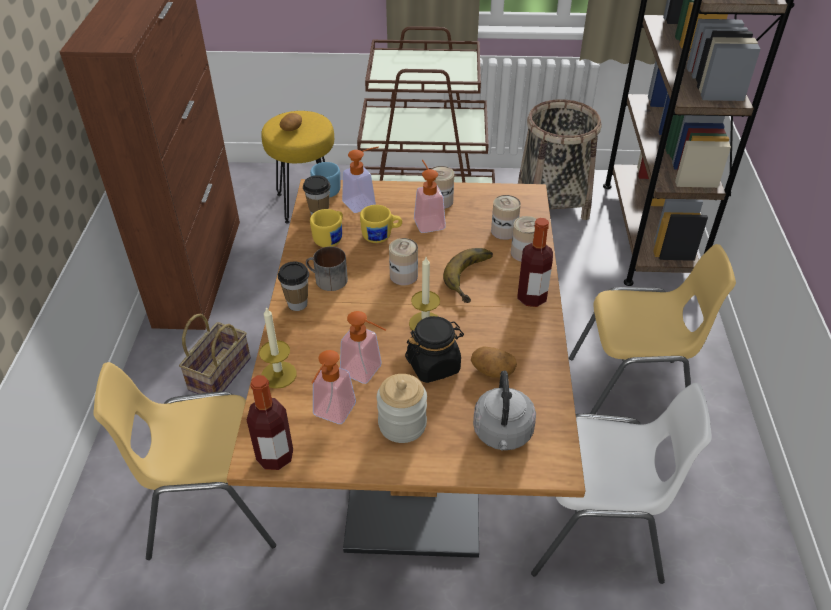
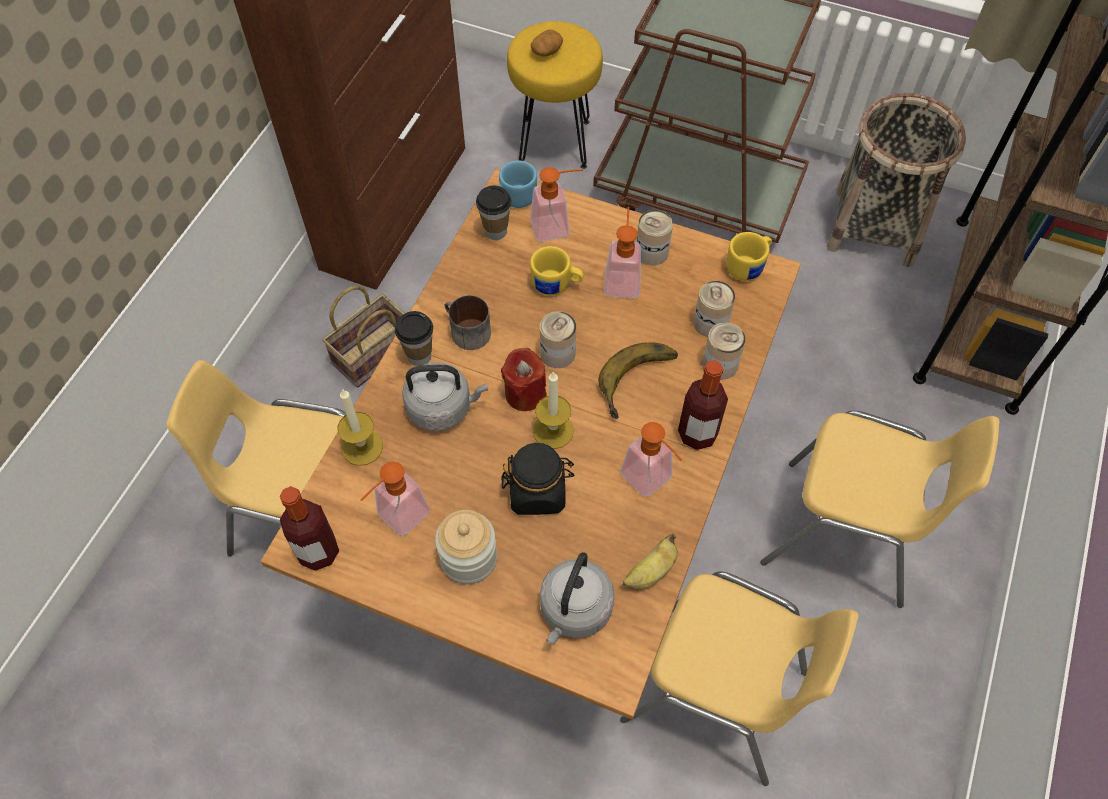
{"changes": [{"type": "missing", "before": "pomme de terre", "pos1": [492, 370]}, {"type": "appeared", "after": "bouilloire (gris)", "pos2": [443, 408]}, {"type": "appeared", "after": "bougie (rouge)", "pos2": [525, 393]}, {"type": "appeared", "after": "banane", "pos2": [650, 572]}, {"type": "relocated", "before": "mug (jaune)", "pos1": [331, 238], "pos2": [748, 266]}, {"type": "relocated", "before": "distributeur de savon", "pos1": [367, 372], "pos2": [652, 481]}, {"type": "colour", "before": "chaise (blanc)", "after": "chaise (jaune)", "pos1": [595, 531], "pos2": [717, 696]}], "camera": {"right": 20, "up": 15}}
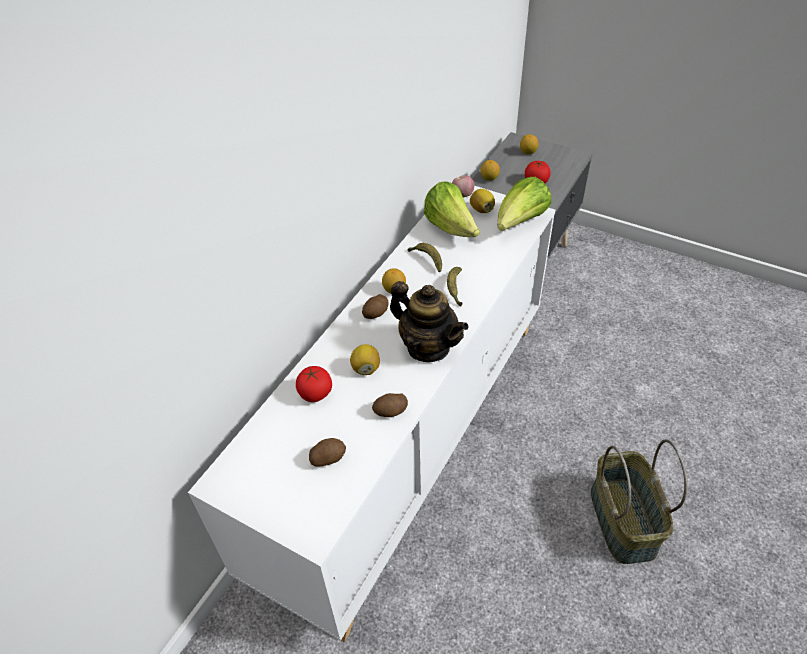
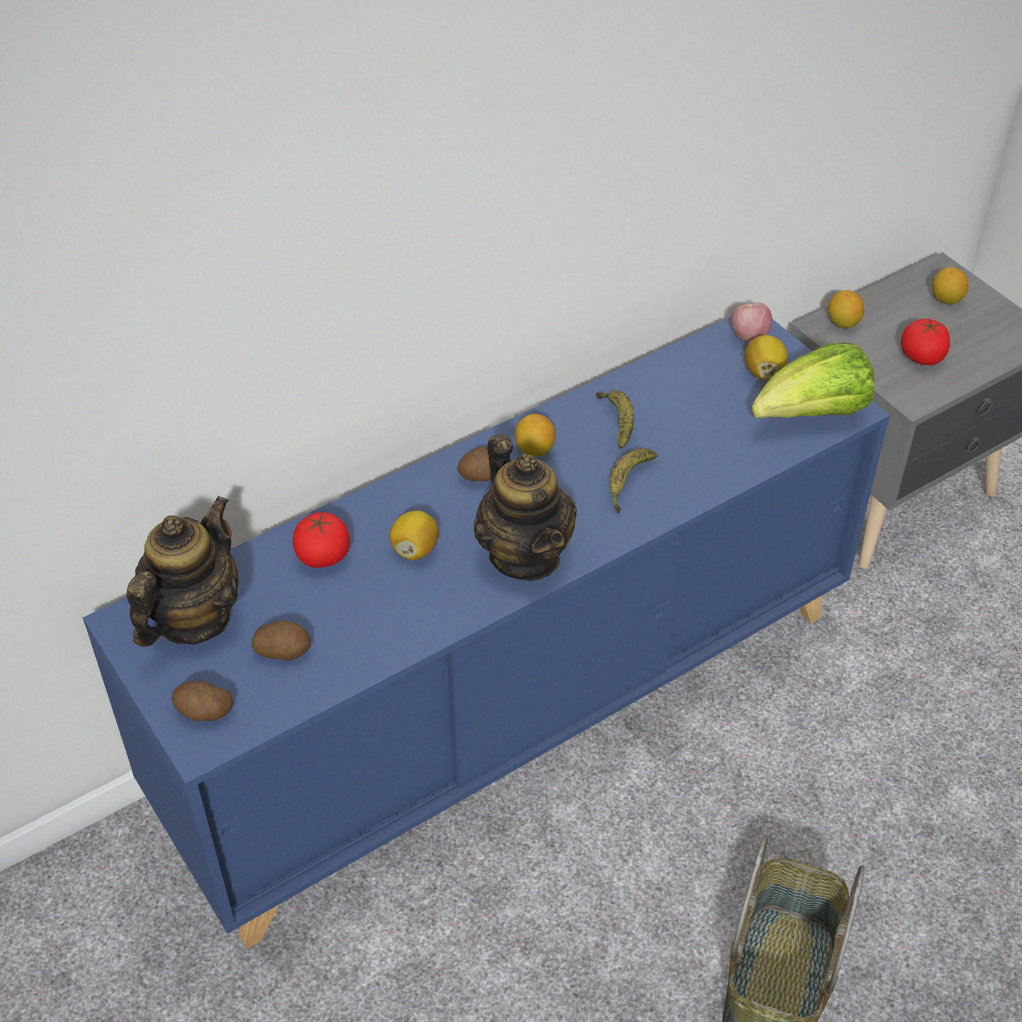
{"changes": [{"type": "missing", "before": "laitue", "pos1": [451, 228]}, {"type": "appeared", "after": "théière", "pos2": [193, 618]}, {"type": "relocated", "before": "pomme de terre", "pos1": [390, 411], "pos2": [203, 712]}, {"type": "colour", "before": "meuble de rangement (blanc)", "after": "meuble de rangement (bleu)", "pos1": [408, 440], "pos2": [512, 709]}], "camera": {"right": 25, "up": 0}}
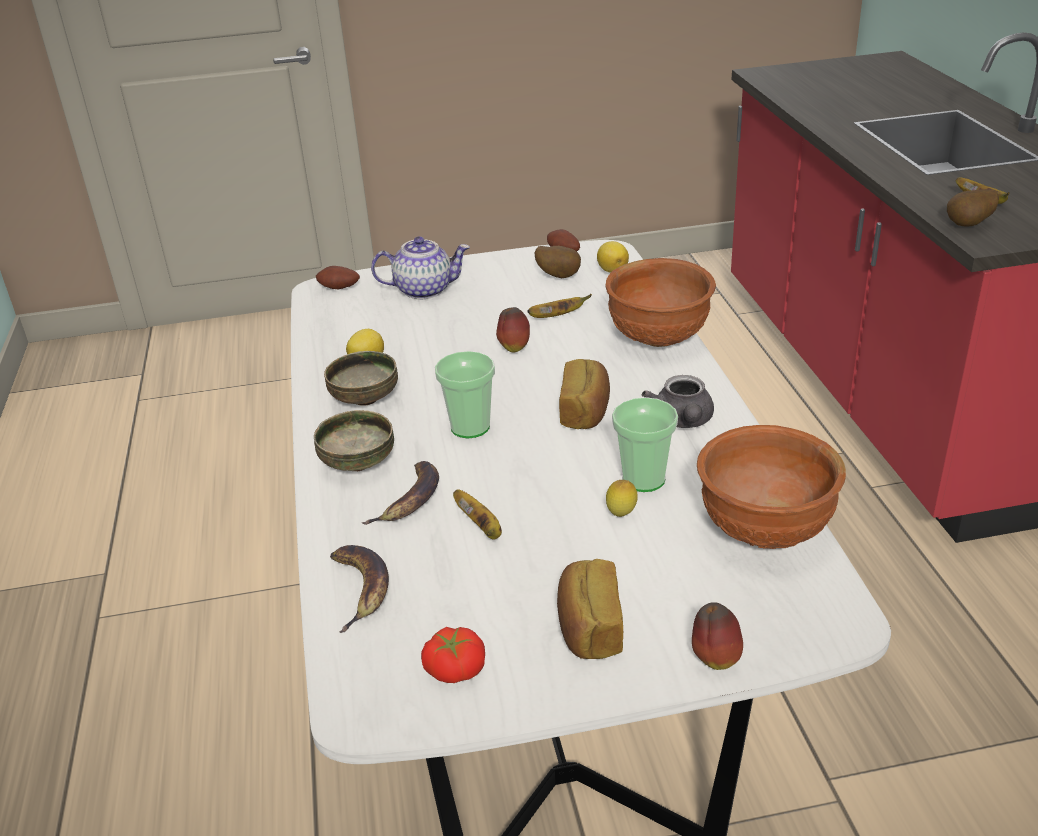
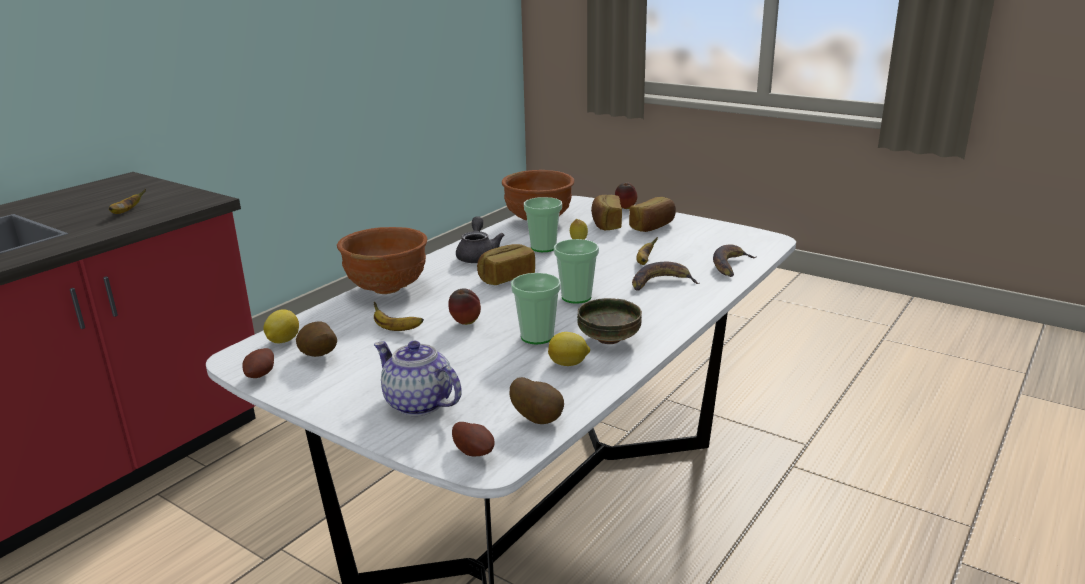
{"changes": [{"type": "missing", "before": "bol", "pos1": [357, 463]}, {"type": "missing", "before": "tomate", "pos1": [455, 668]}, {"type": "appeared", "after": "tasse", "pos2": [537, 337]}, {"type": "appeared", "after": "pain", "pos2": [605, 224]}, {"type": "relocated", "before": "pomme de terre", "pos1": [969, 225], "pos2": [538, 419]}, {"type": "spun", "before": "théière (gris)", "pos1": [682, 421], "pos2": [478, 255], "turn": -45}], "camera": {"right": -135, "up": -10}}
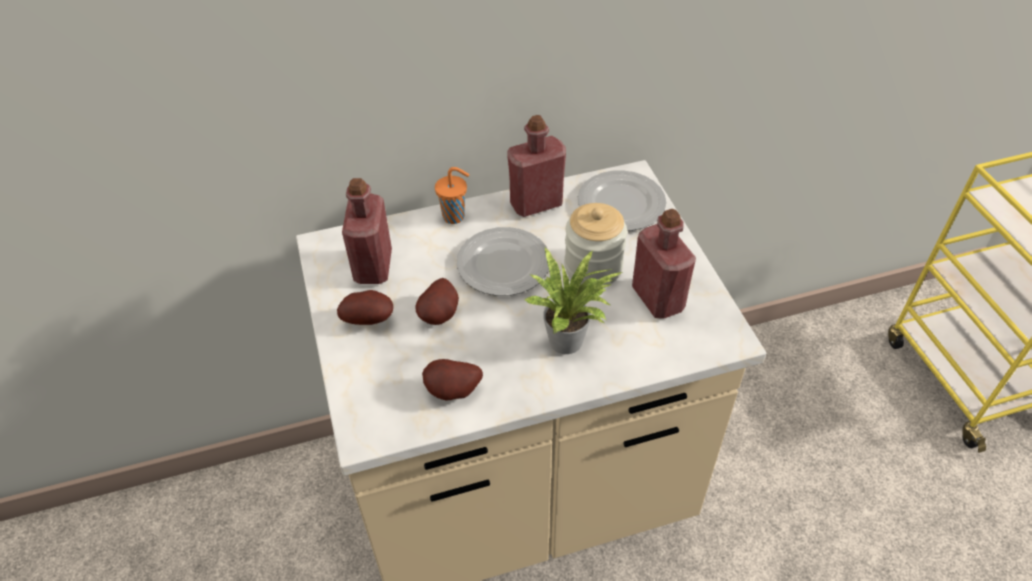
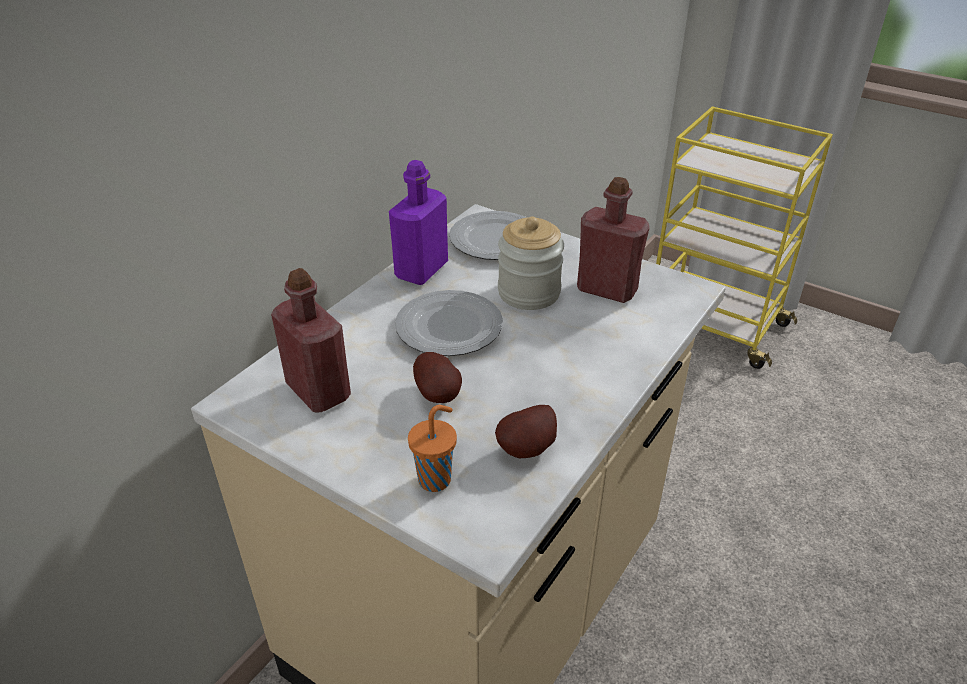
{"changes": [{"type": "missing", "before": "pomme de terre", "pos1": [369, 319]}, {"type": "missing", "before": "plante en pot", "pos1": [570, 341]}, {"type": "relocated", "before": "tasse (orange)", "pos1": [455, 216], "pos2": [436, 479]}, {"type": "colour", "before": "bouteille (rouge)", "after": "bouteille (violet)", "pos1": [536, 204], "pos2": [421, 270]}], "camera": {"right": -40, "up": -10}}
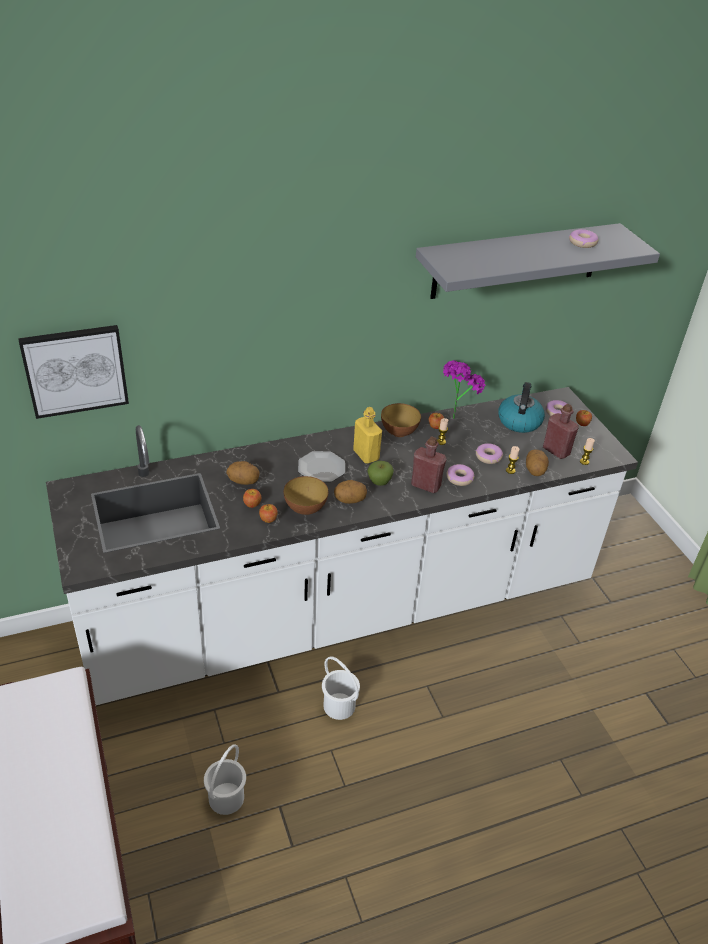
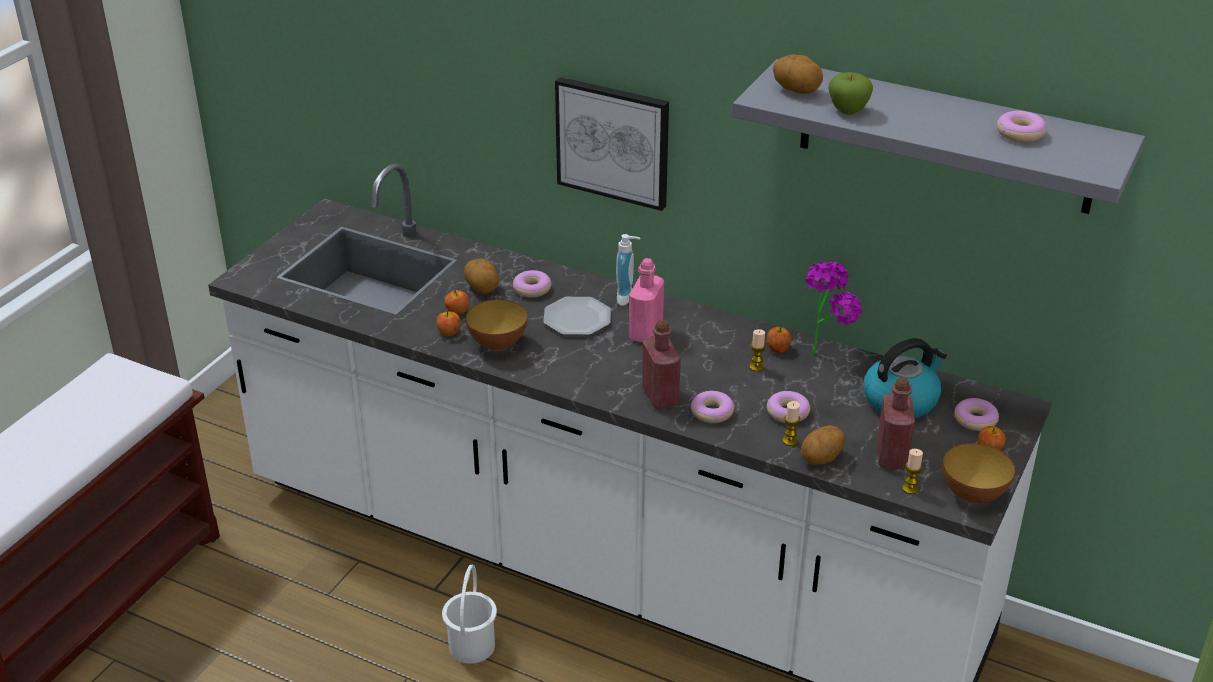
{"changes": [{"type": "missing", "before": "seau (blanc)", "pos1": [225, 798]}, {"type": "appeared", "after": "beignet", "pos2": [532, 289]}, {"type": "appeared", "after": "distributeur de savon", "pos2": [628, 298]}, {"type": "relocated", "before": "tableau", "pos1": [75, 370], "pos2": [613, 142]}, {"type": "relocated", "before": "pomme de terre", "pos1": [350, 500], "pos2": [797, 90]}, {"type": "relocated", "before": "pomme", "pos1": [379, 482], "pos2": [848, 110]}, {"type": "relocated", "before": "bol", "pos1": [399, 433], "pos2": [973, 495]}, {"type": "colour", "before": "bouteille (jaune)", "after": "bouteille (rose)", "pos1": [366, 455], "pos2": [645, 333]}], "camera": {"right": 50, "up": -5}}
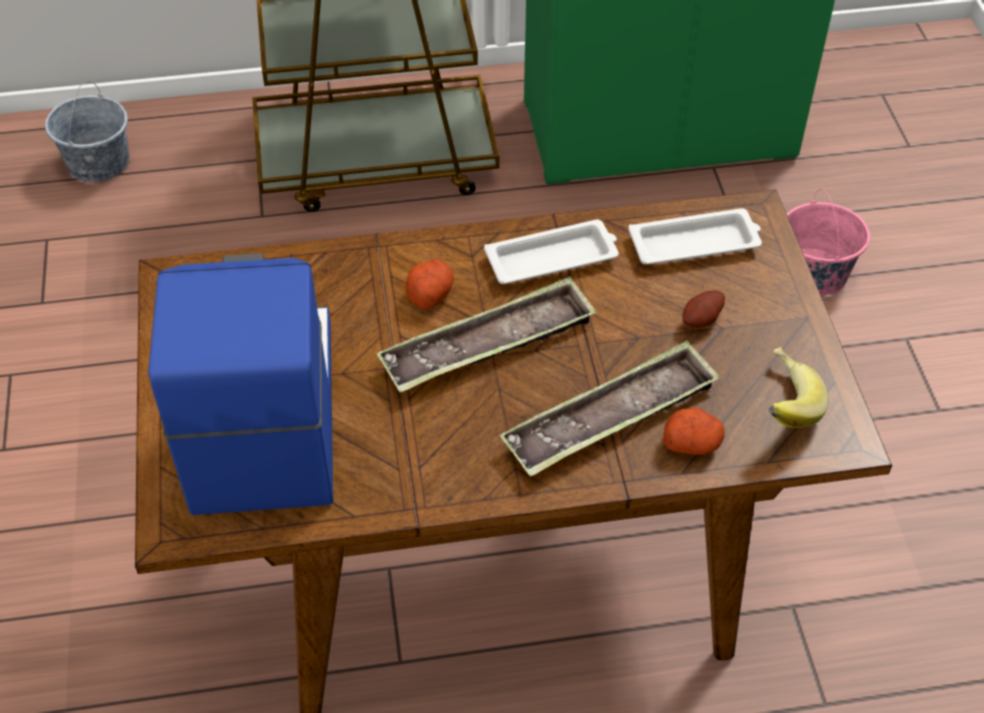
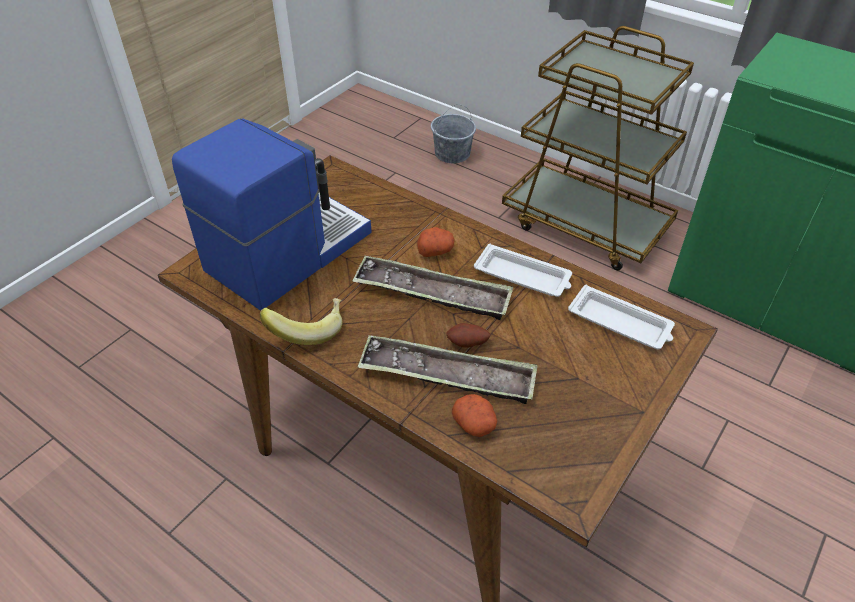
{"changes": [{"type": "missing", "before": "seau (rose)", "pos1": [814, 273]}, {"type": "relocated", "before": "pomme de terre", "pos1": [702, 320], "pos2": [467, 344]}, {"type": "relocated", "before": "banane", "pos1": [781, 405], "pos2": [307, 329]}], "camera": {"right": 45, "up": -5}}
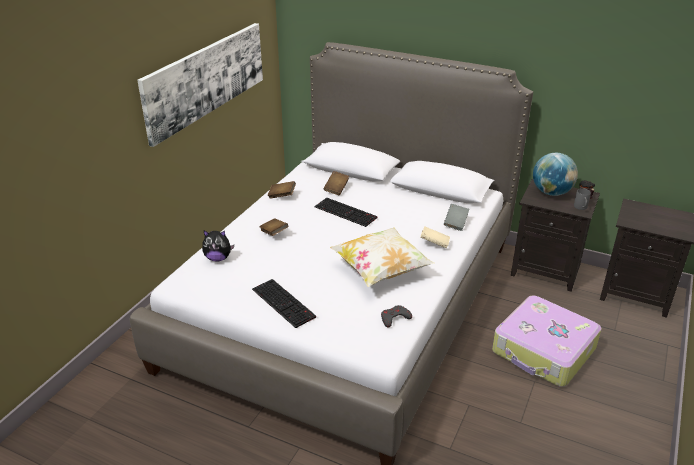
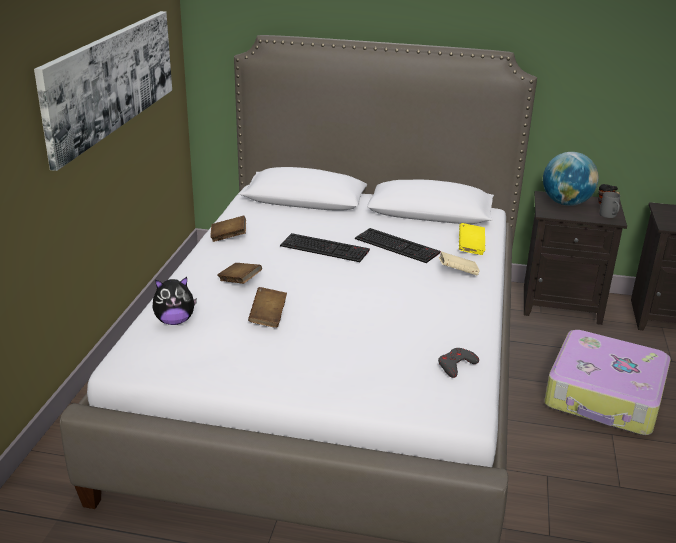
{"changes": [{"type": "missing", "before": "coussin", "pos1": [381, 271]}, {"type": "relocated", "before": "clavier", "pos1": [285, 303], "pos2": [398, 246]}, {"type": "relocated", "before": "livre (marron)", "pos1": [336, 189], "pos2": [268, 317]}, {"type": "colour", "before": "livre (gris)", "after": "livre (jaune)", "pos1": [456, 223], "pos2": [471, 247]}], "camera": {"right": -15, "up": -5}}
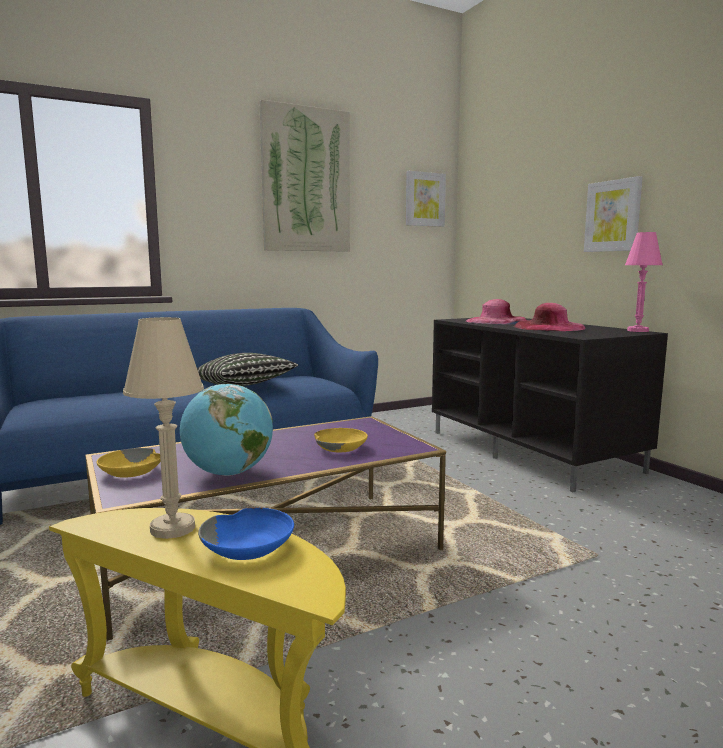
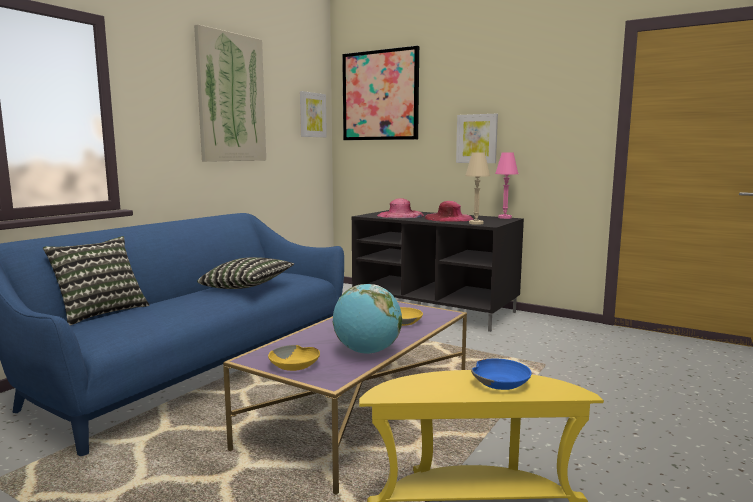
{"changes": [{"type": "appeared", "after": "coussin", "pos2": [100, 312]}, {"type": "appeared", "after": "tableau", "pos2": [380, 95]}, {"type": "relocated", "before": "lampe de table (beige)", "pos1": [172, 528], "pos2": [476, 223]}], "camera": {"right": -30, "up": 0}}
